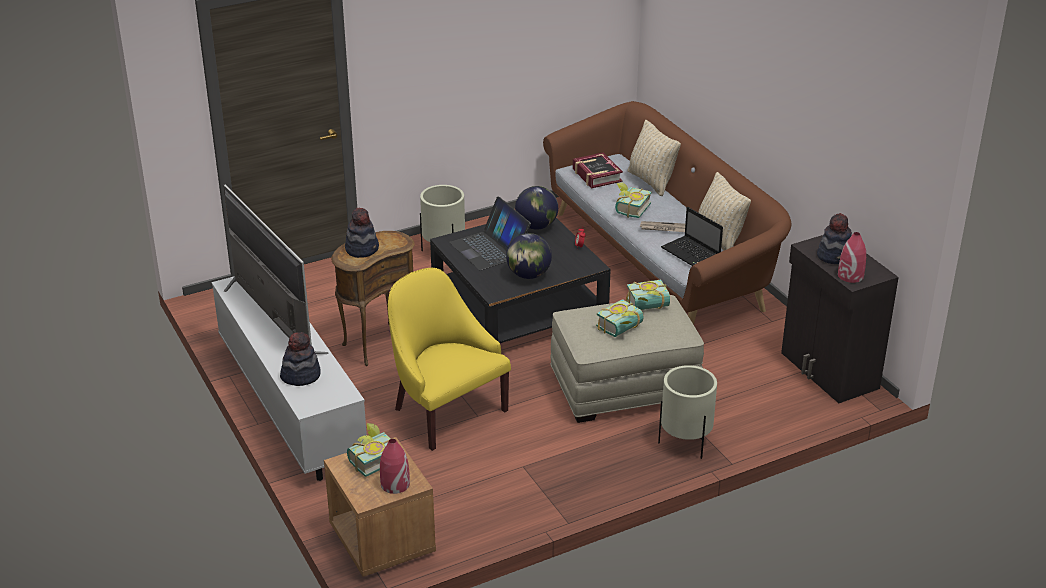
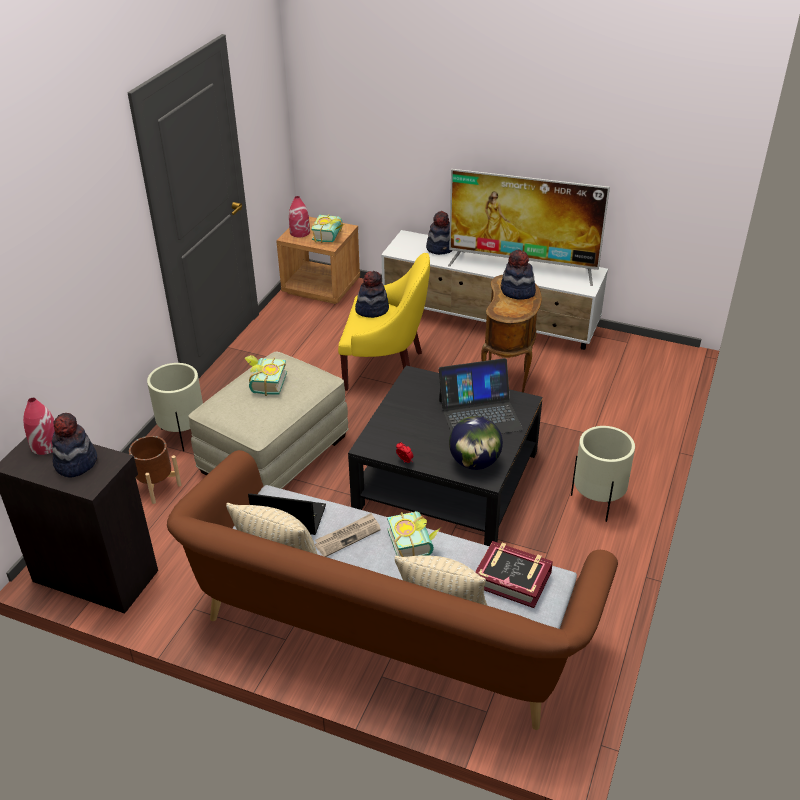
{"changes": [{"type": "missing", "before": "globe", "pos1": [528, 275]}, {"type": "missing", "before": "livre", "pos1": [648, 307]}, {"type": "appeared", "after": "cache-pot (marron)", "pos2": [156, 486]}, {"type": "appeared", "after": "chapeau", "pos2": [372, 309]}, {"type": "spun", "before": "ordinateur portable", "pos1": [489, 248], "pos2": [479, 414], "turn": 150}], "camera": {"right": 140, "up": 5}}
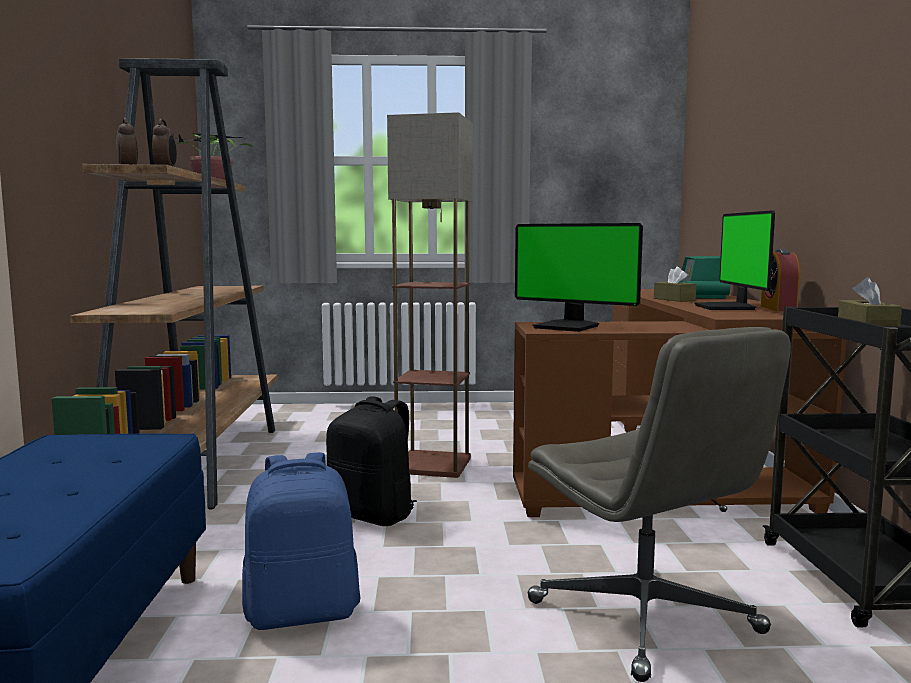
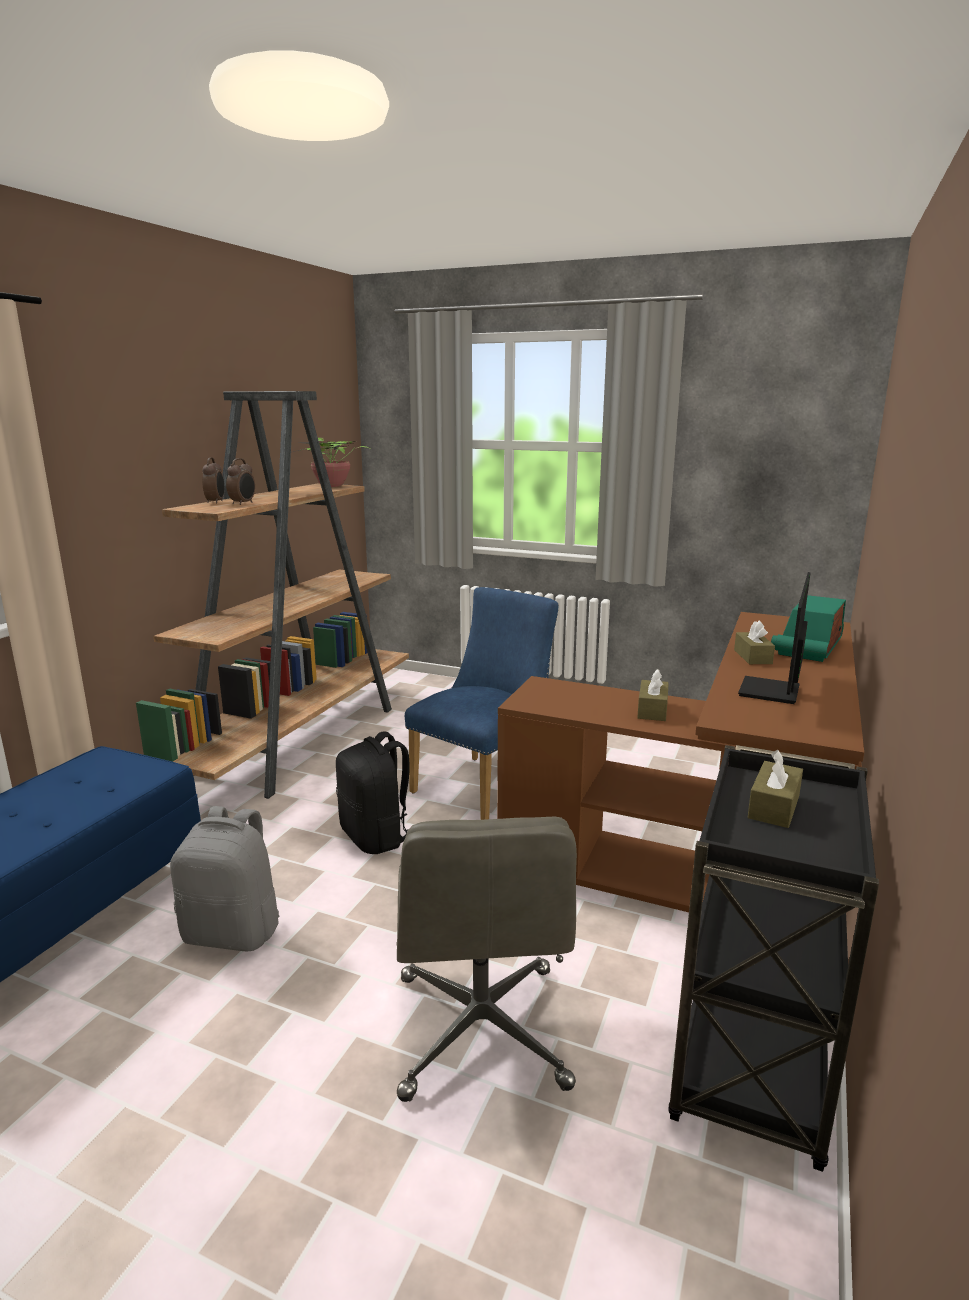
{"changes": [{"type": "missing", "before": "écran d'ordinateur", "pos1": [568, 327]}, {"type": "missing", "before": "réveil", "pos1": [778, 308]}, {"type": "appeared", "after": "boîte à mouchoirs (marron)", "pos2": [652, 710]}, {"type": "exchanged", "before": "lampadaire", "after": "chaise (bleu)", "pos1": [434, 465], "pos2": [484, 783]}, {"type": "colour", "before": "sac à dos (bleu)", "after": "sac à dos (gris)", "pos1": [303, 612], "pos2": [234, 932]}], "camera": {"right": 25, "up": 10}}
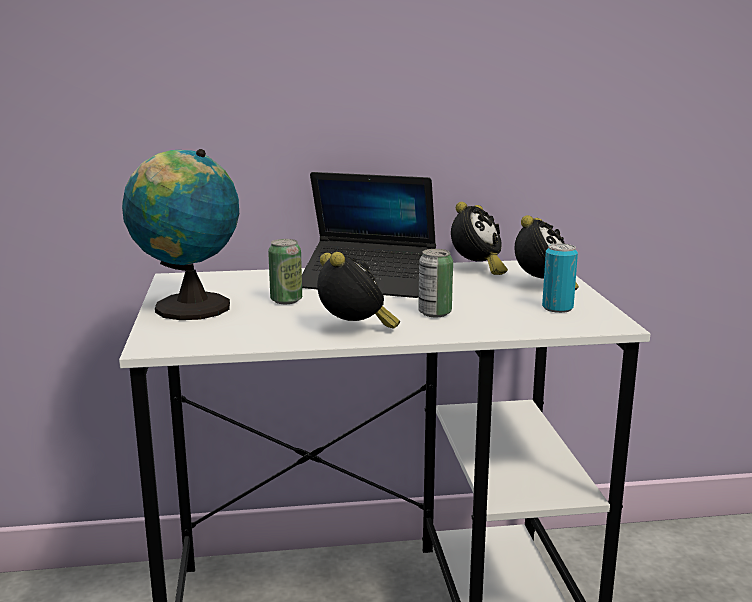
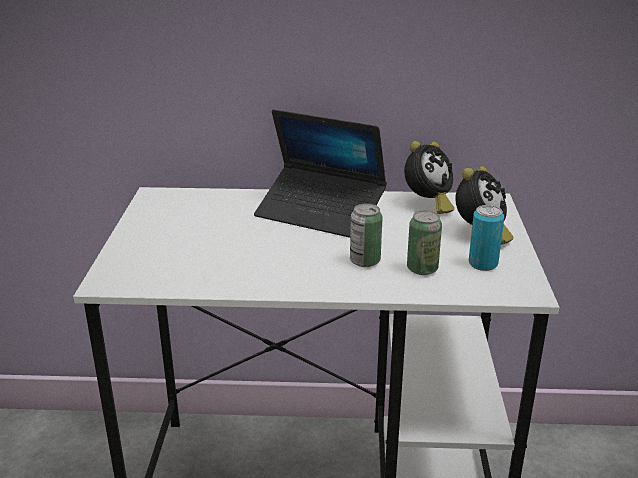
{"changes": [{"type": "missing", "before": "globe", "pos1": [187, 308]}, {"type": "missing", "before": "réveil", "pos1": [355, 331]}, {"type": "relocated", "before": "boîte métallique", "pos1": [286, 300], "pos2": [422, 269]}], "camera": {"right": 10, "up": 10}}
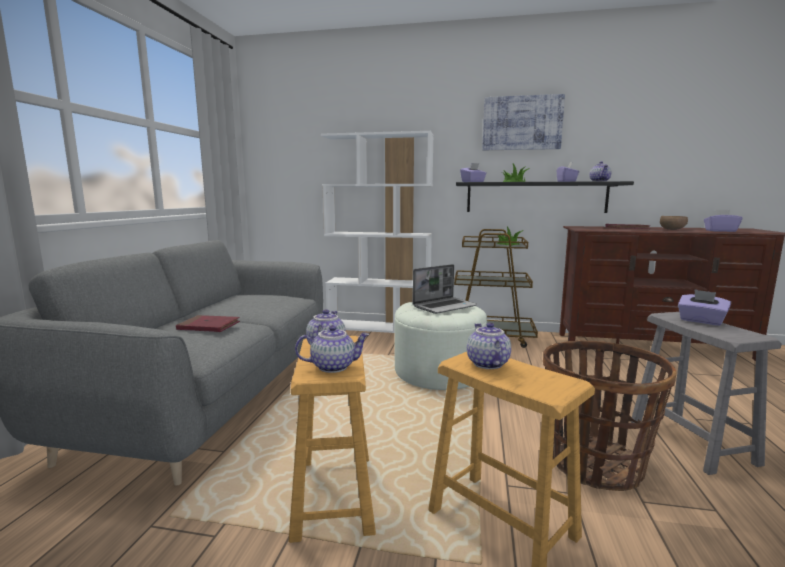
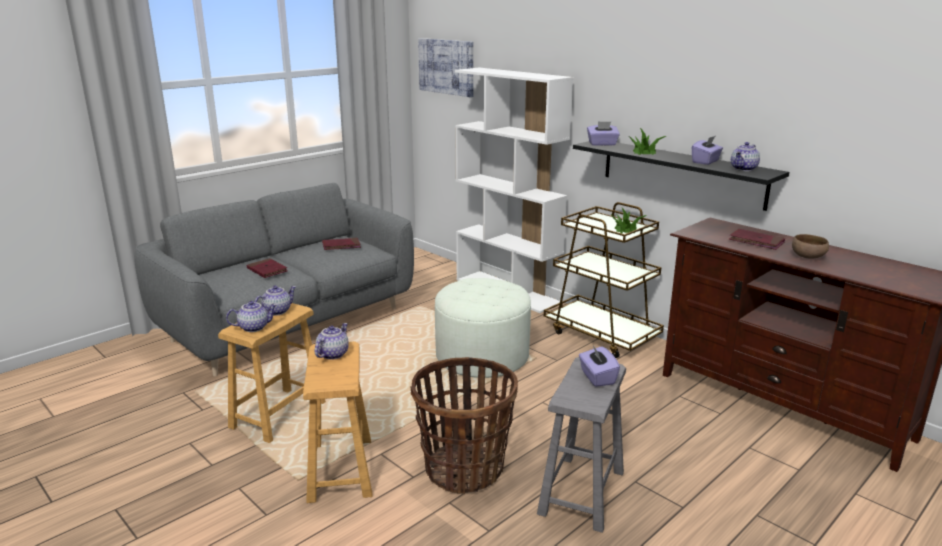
{"changes": [{"type": "missing", "before": "ordinateur portable", "pos1": [445, 306]}, {"type": "missing", "before": "boîte à mouchoirs (violet)", "pos1": [720, 231]}, {"type": "appeared", "after": "livre (rouge)", "pos2": [341, 246]}, {"type": "relocated", "before": "tableau", "pos1": [522, 123], "pos2": [446, 66]}, {"type": "spun", "before": "théière", "pos1": [333, 366], "pos2": [254, 327], "turn": -45}], "camera": {"right": 35, "up": 10}}
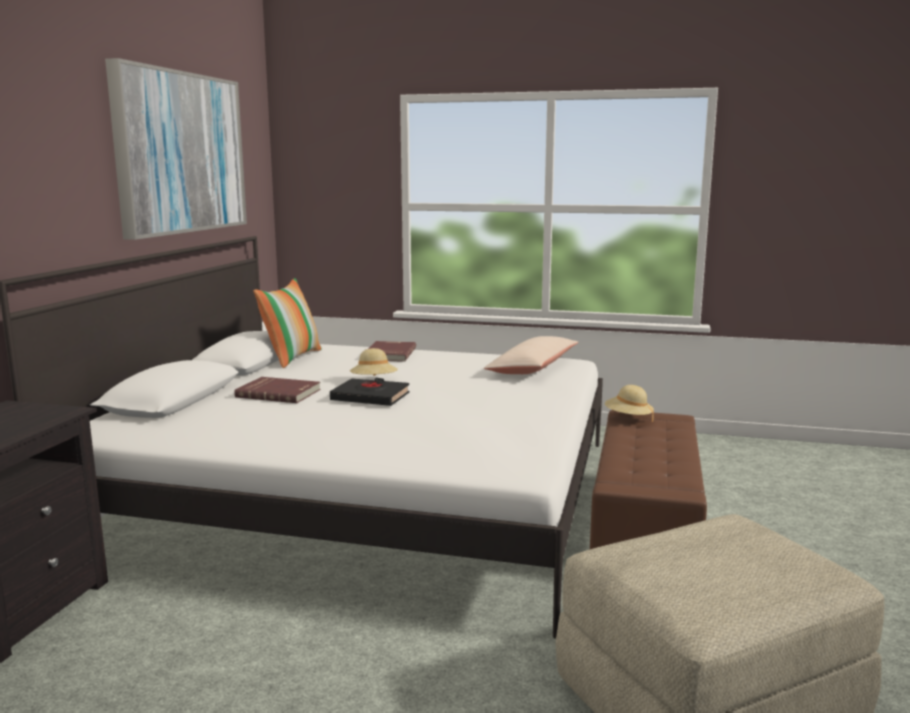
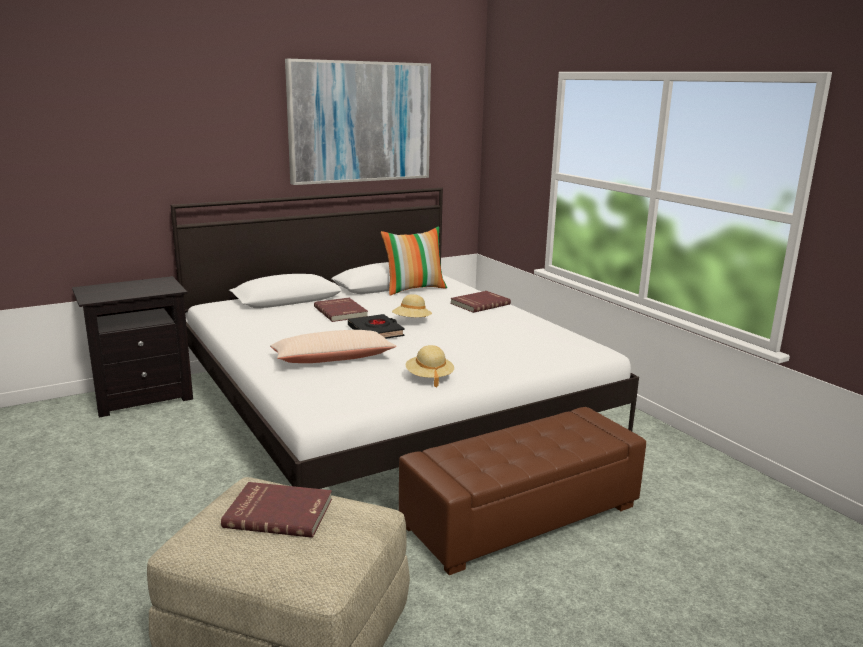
{"changes": [{"type": "appeared", "after": "livre (rouge)", "pos2": [279, 512]}, {"type": "relocated", "before": "coussin (beige)", "pos1": [532, 368], "pos2": [332, 359]}, {"type": "relocated", "before": "chapeau (beige)", "pos1": [628, 418], "pos2": [429, 377]}], "camera": {"right": 45, "up": 5}}
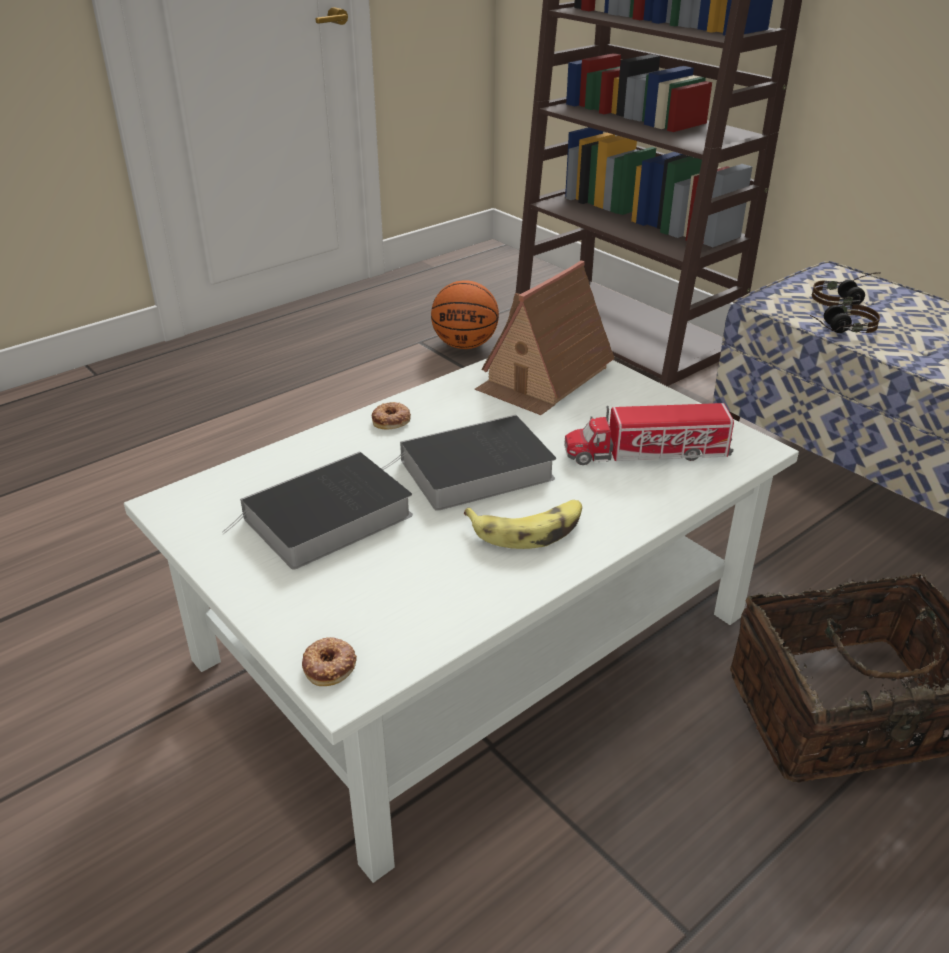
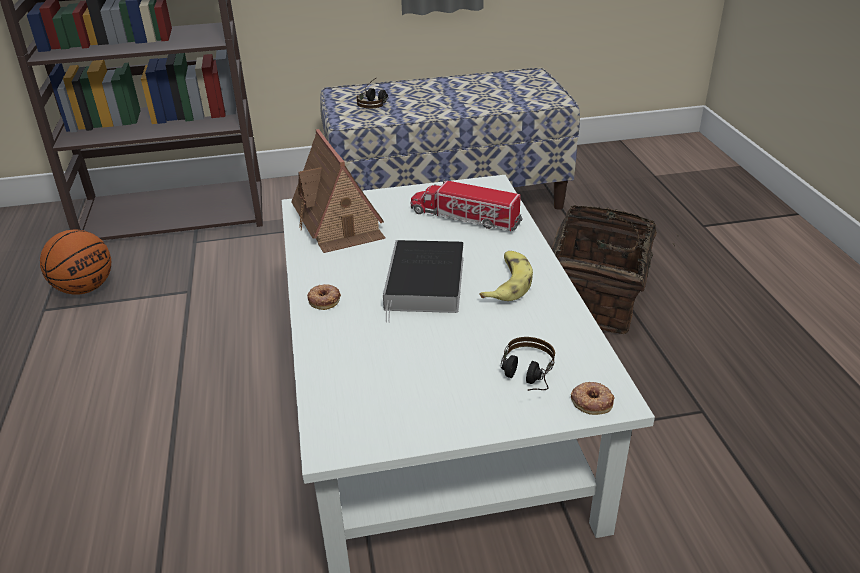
{"changes": [{"type": "missing", "before": "livre", "pos1": [325, 519]}, {"type": "relocated", "before": "casque audio", "pos1": [838, 329], "pos2": [525, 378]}, {"type": "spun", "before": "camion jouet", "pos1": [647, 453], "pos2": [465, 217], "turn": 90}], "camera": {"right": -60, "up": 0}}
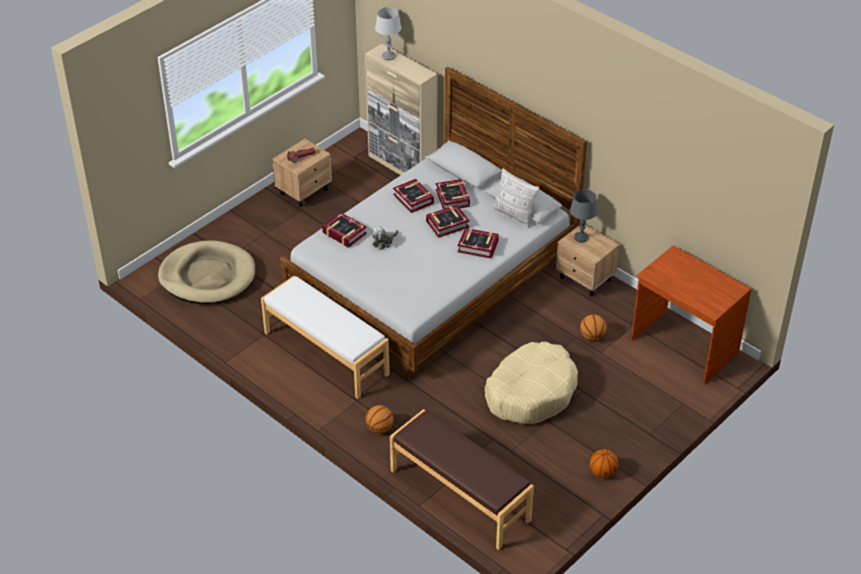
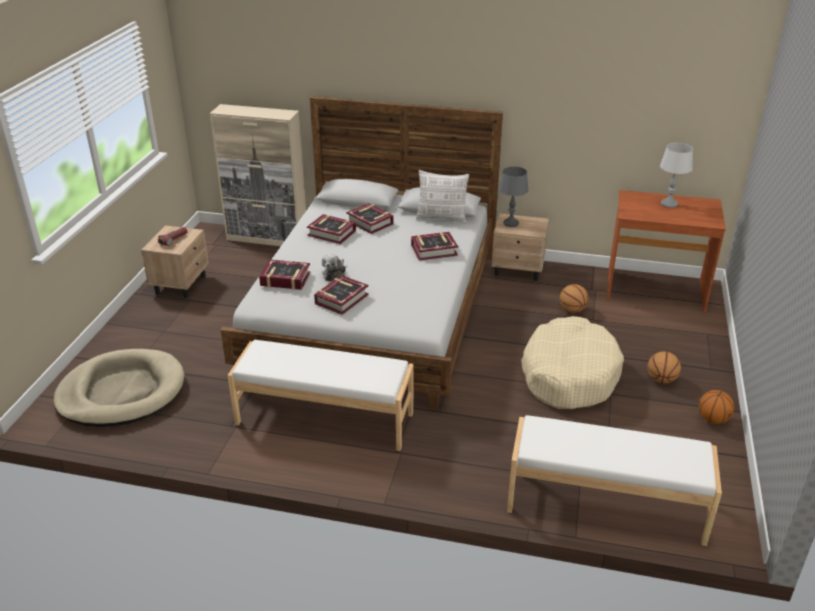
{"changes": [{"type": "relocated", "before": "ballon de basket", "pos1": [379, 428], "pos2": [661, 379]}, {"type": "relocated", "before": "lampe de table (gris)", "pos1": [388, 56], "pos2": [669, 204]}, {"type": "relocated", "before": "livre", "pos1": [447, 224], "pos2": [341, 299]}, {"type": "colour", "before": "banc (marron)", "after": "banc (blanc)", "pos1": [459, 496], "pos2": [605, 505]}], "camera": {"right": -30, "up": -10}}
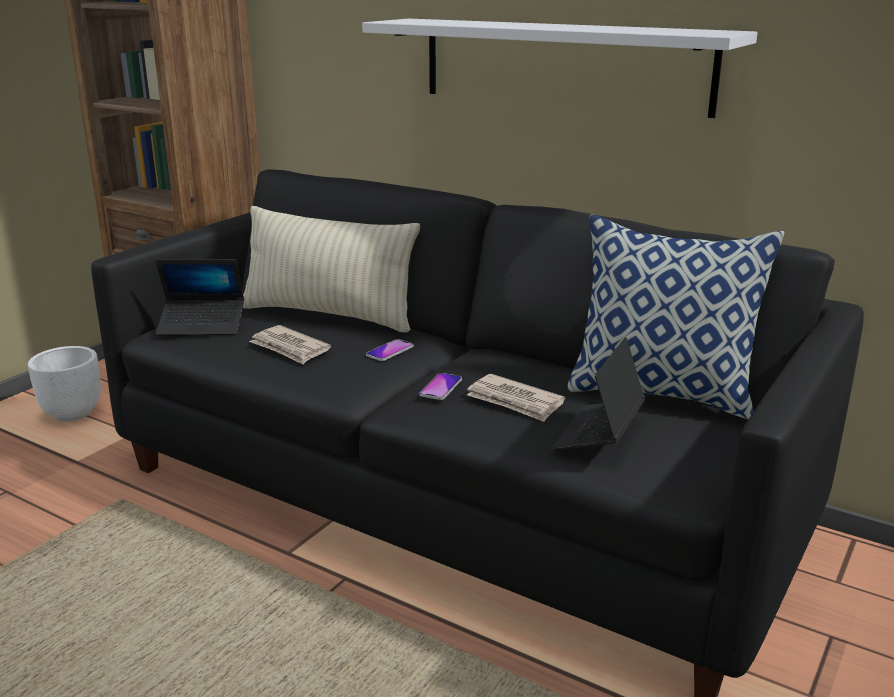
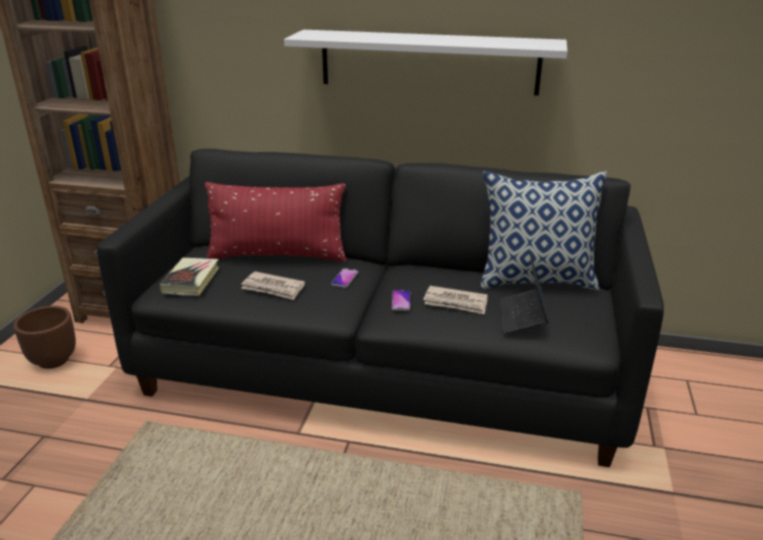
{"changes": [{"type": "exchanged", "before": "ordinateur portable", "after": "livre", "pos1": [202, 325], "pos2": [191, 280]}, {"type": "colour", "before": "cache-pot (blanc)", "after": "cache-pot (marron)", "pos1": [73, 414], "pos2": [54, 360]}, {"type": "colour", "before": "coussin (beige)", "after": "coussin (rouge)", "pos1": [328, 315], "pos2": [278, 256]}], "camera": {"right": -20, "up": 5}}
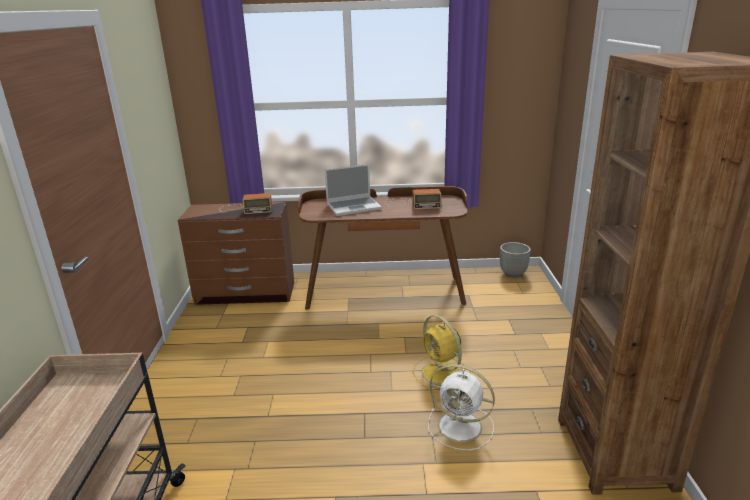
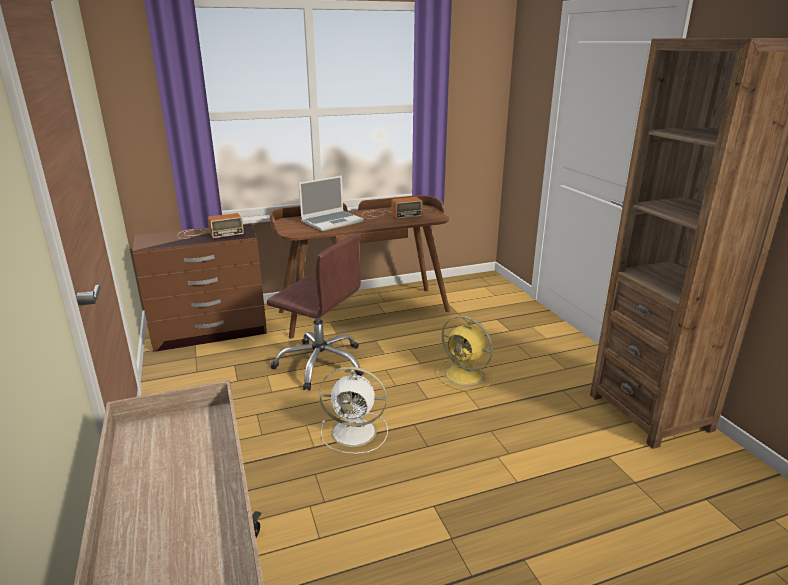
{"changes": [{"type": "missing", "before": "cache-pot", "pos1": [513, 274]}, {"type": "appeared", "after": "chaise de bureau (marron)", "pos2": [321, 363]}, {"type": "relocated", "before": "ventilateur (blanc)", "pos1": [461, 427], "pos2": [356, 432]}], "camera": {"right": -20, "up": 0}}
